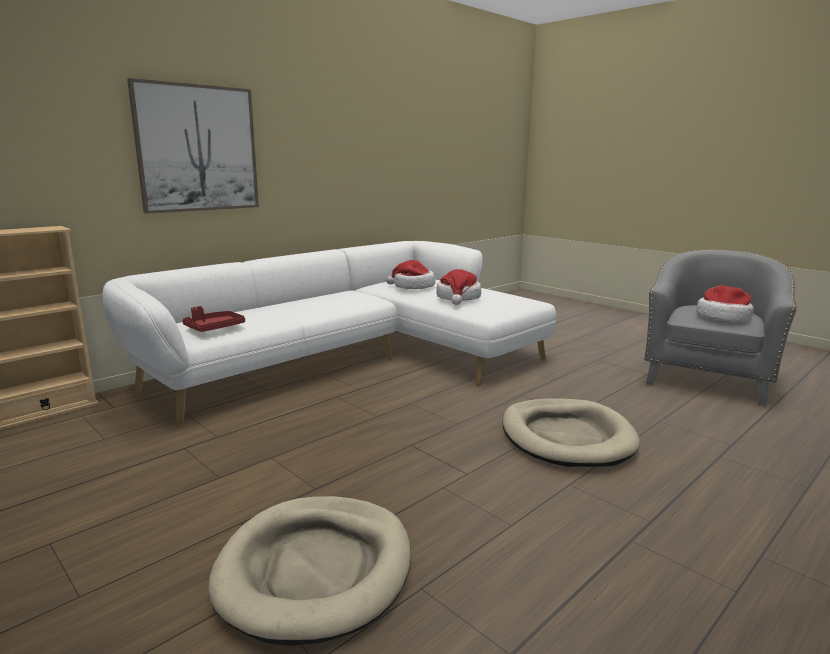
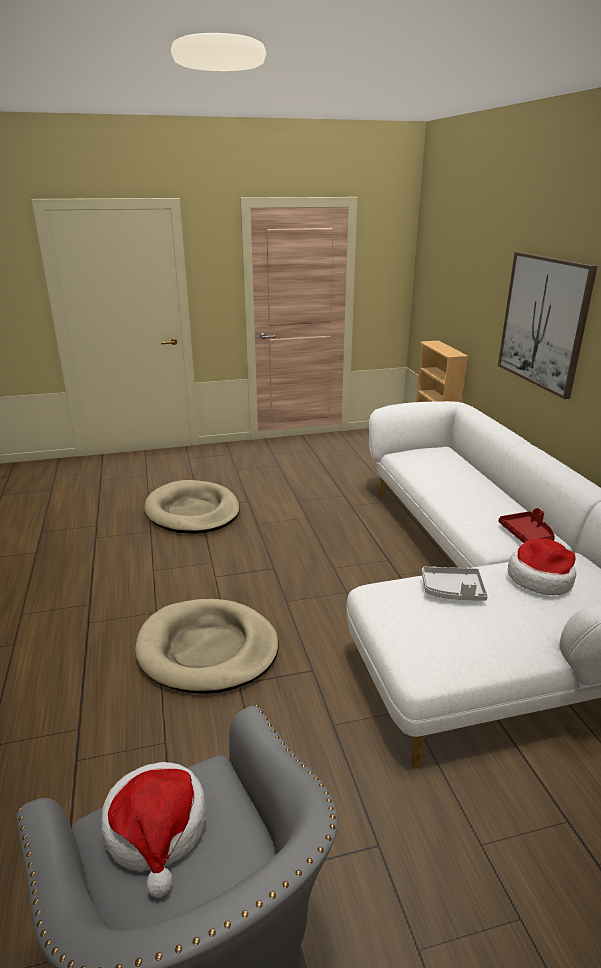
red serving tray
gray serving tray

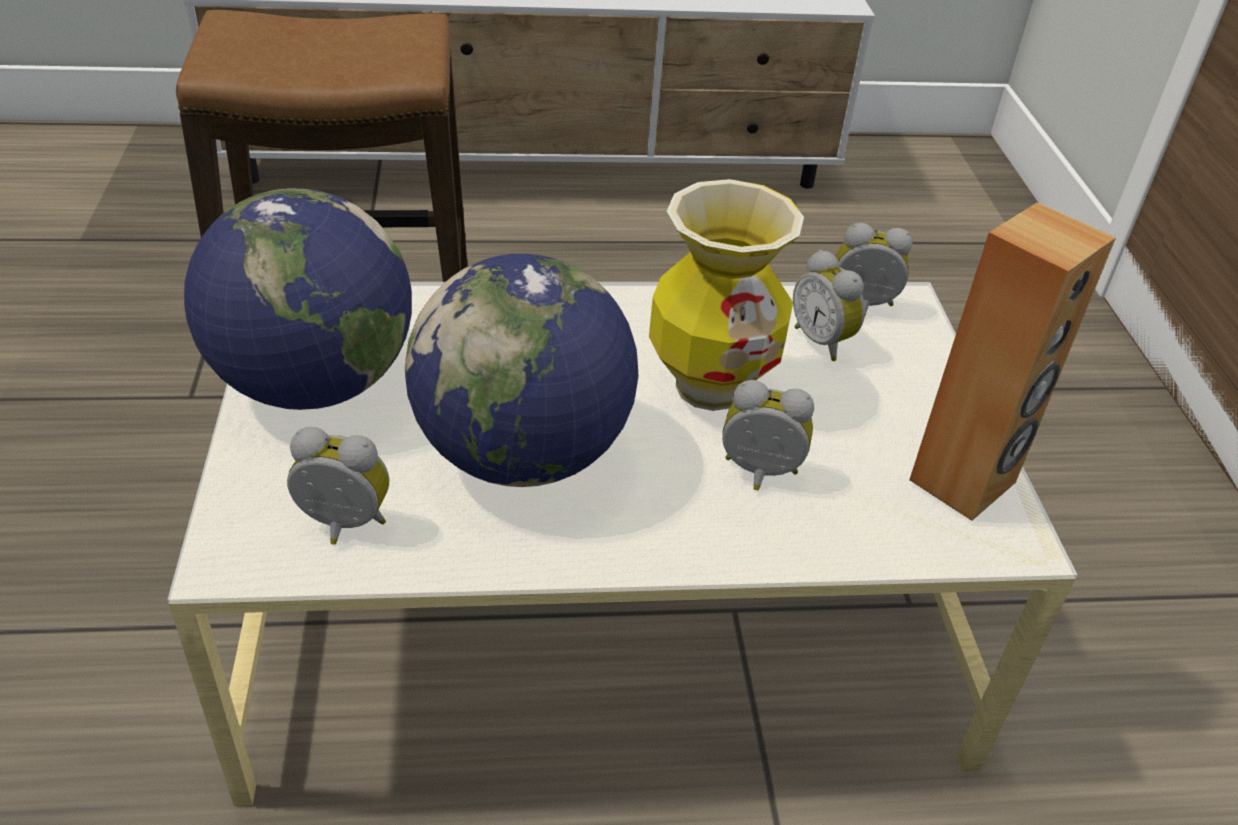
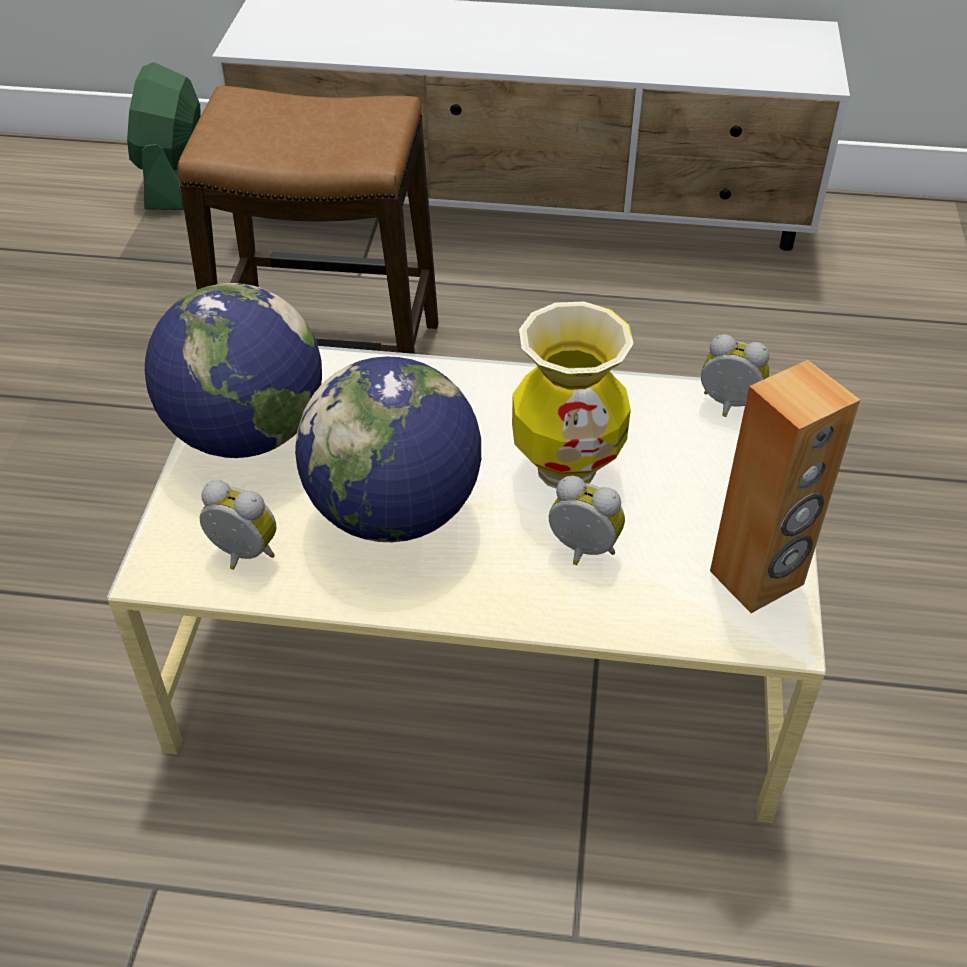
bedside clock (no. 3 from left in the first image)
green-coloured cooling fan

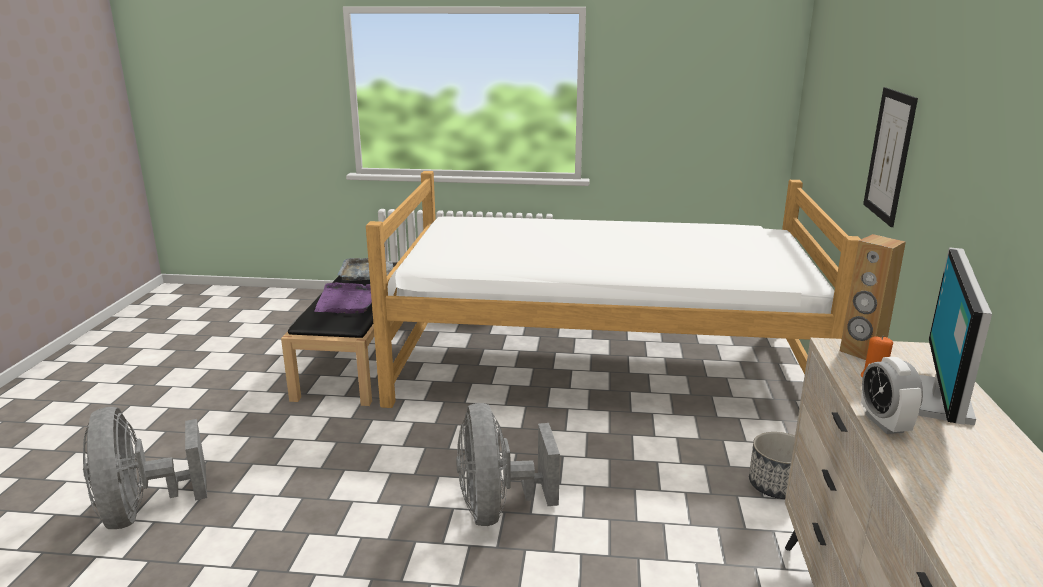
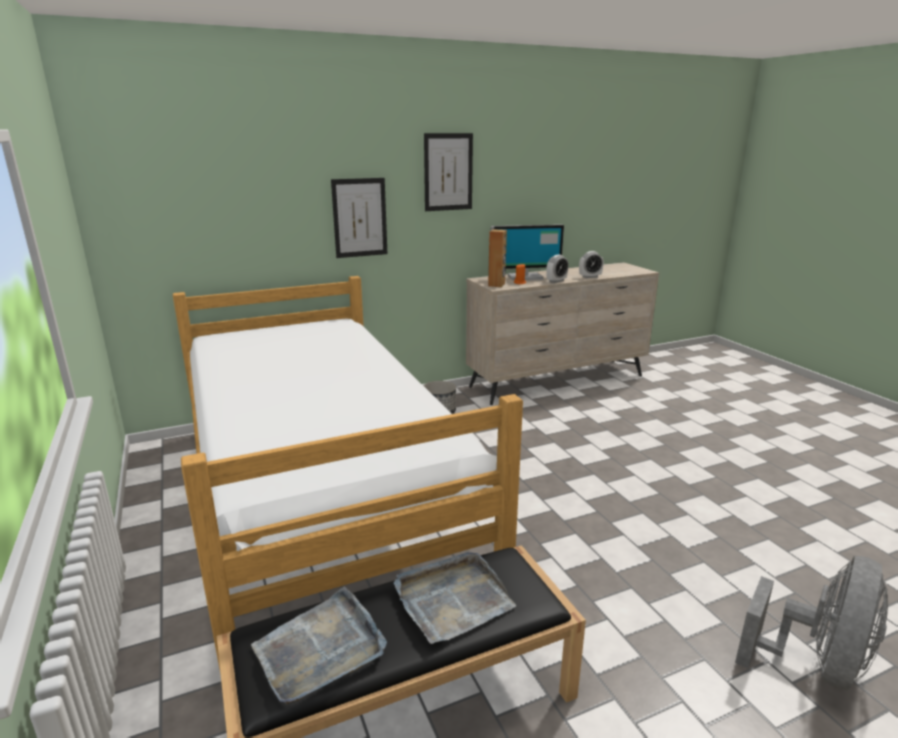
gray serving tray (no. 2 from left)
gray cooling fan (no. 2 from left in the first image)
picture (no. 2 from left)
bedside clock (no. 2 from left)

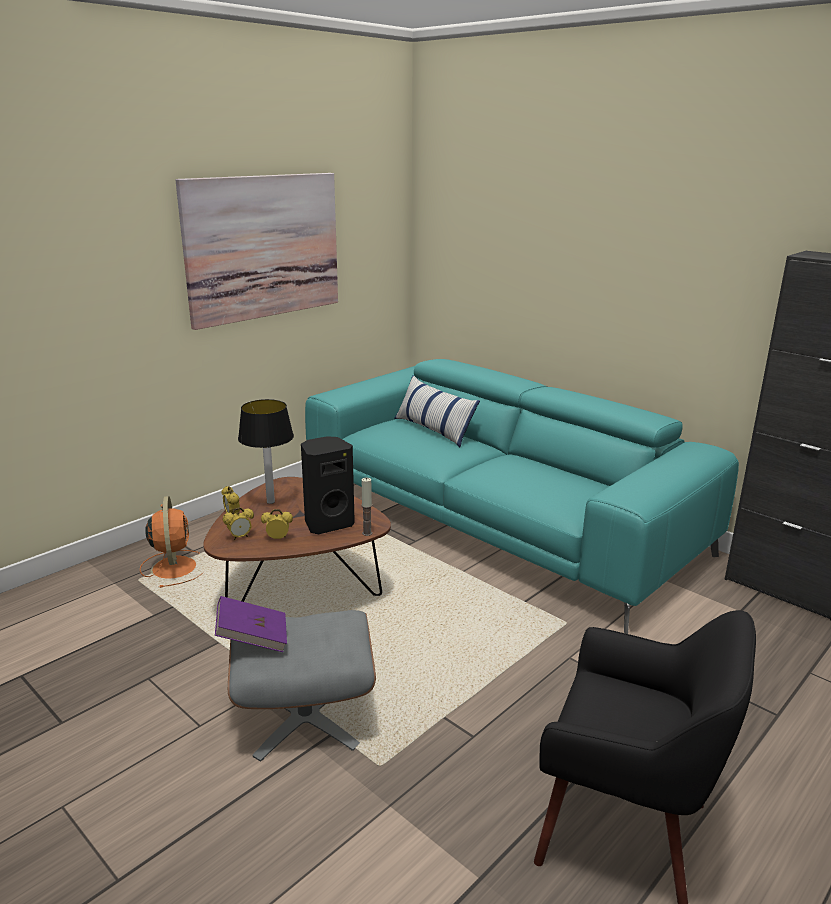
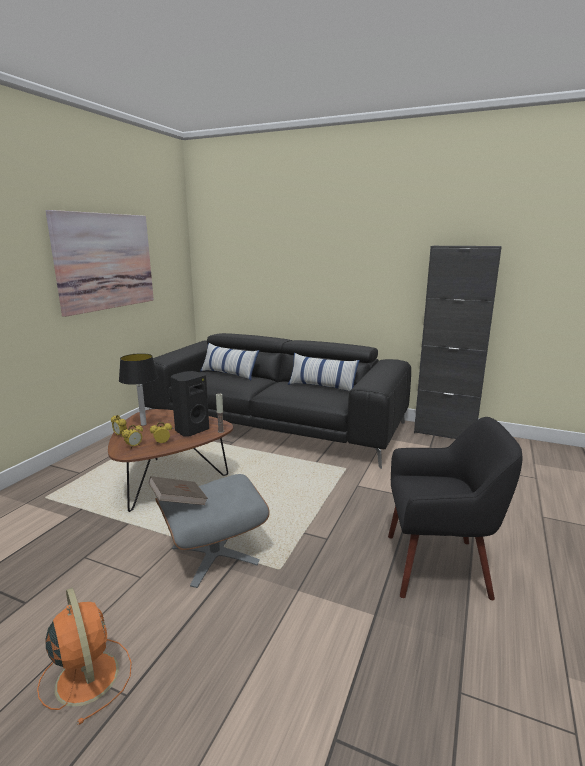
orange cooling fan
brownish volume
black-coloured settee
cushion (no. 2 from left)

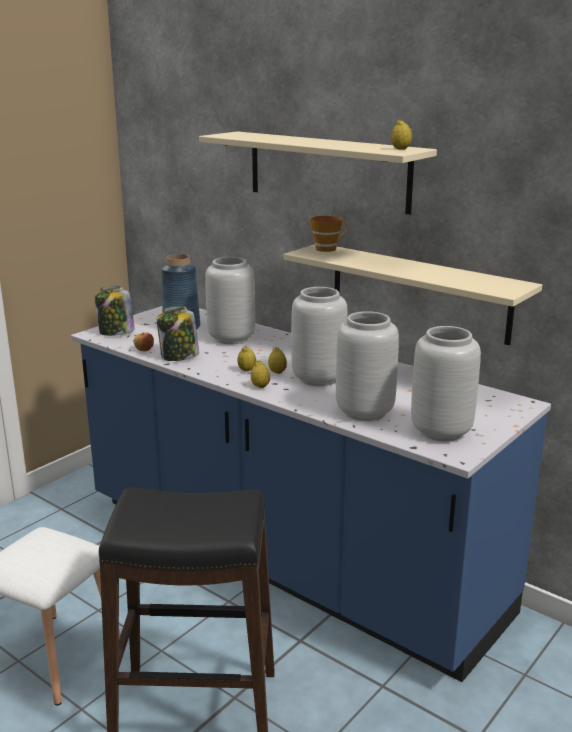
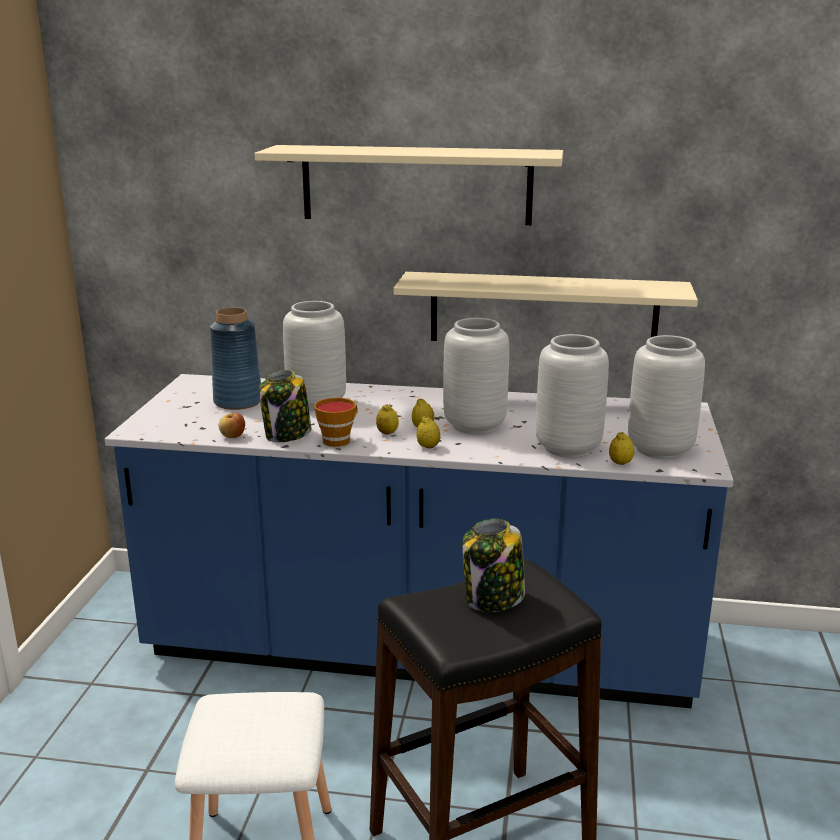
preserve jar (no. 2 from left)
drinking cup
lemon (no. 4 from left)

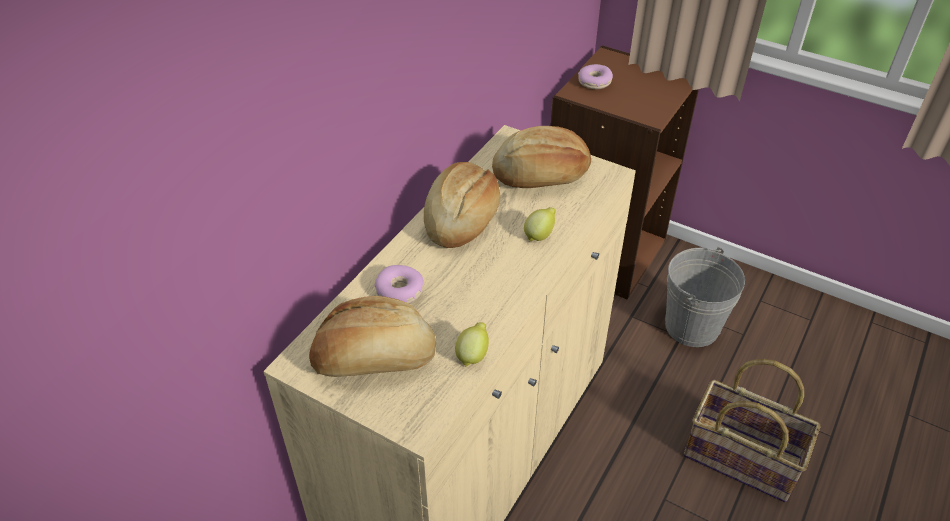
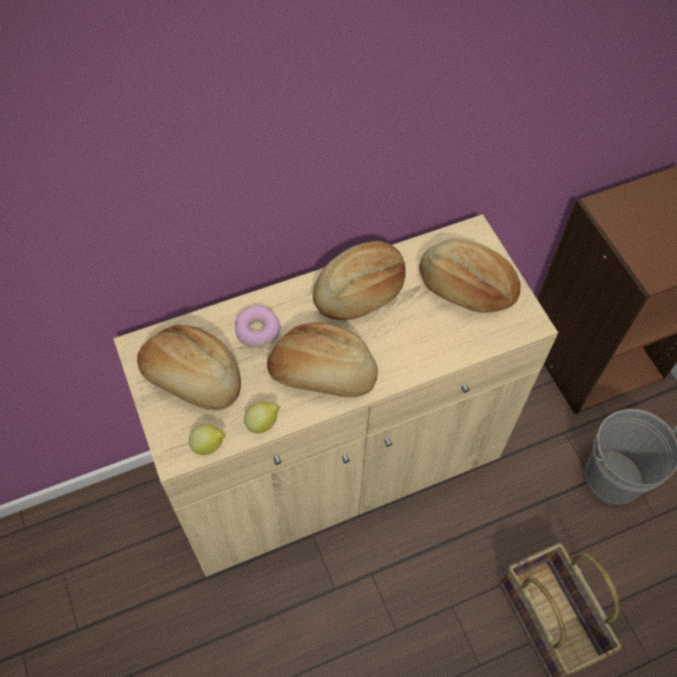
lemon (no. 1 from left)
doughnut (no. 2 from left in the first image)
baked bread (no. 2 from left)

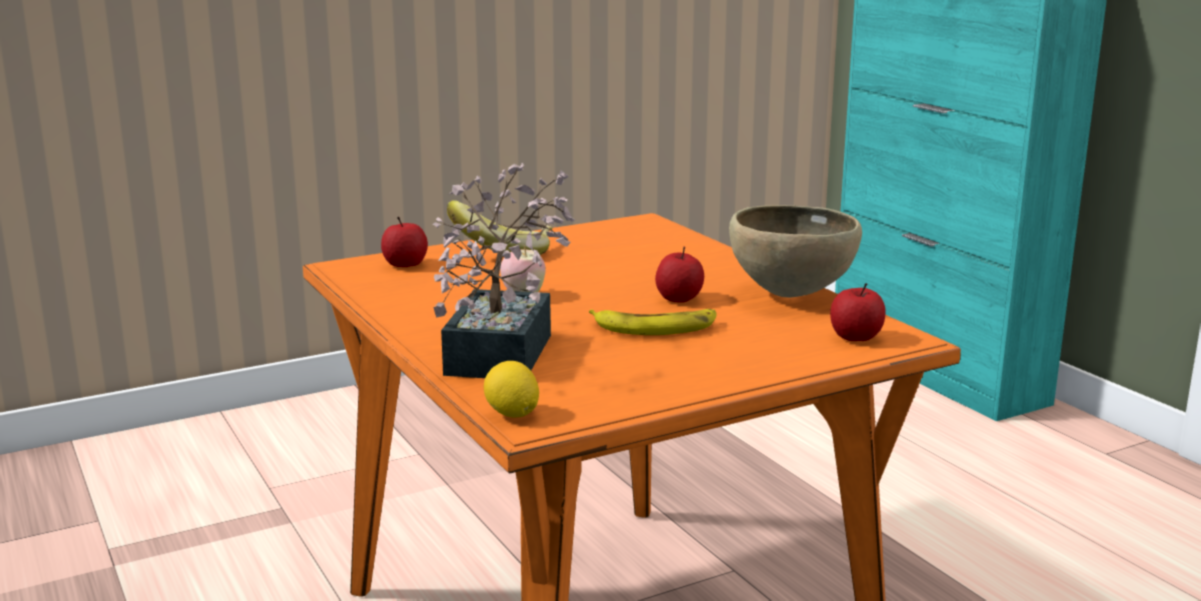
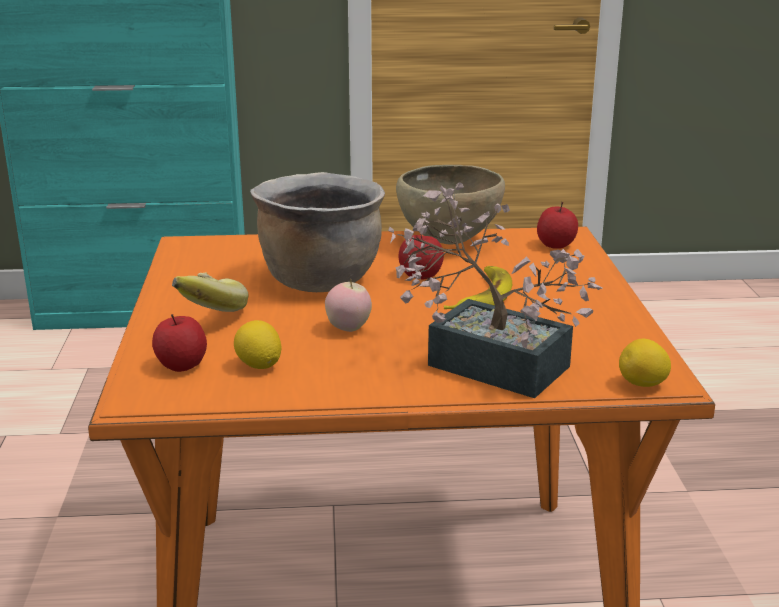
lemon (no. 1 from left)
brownish saucepot

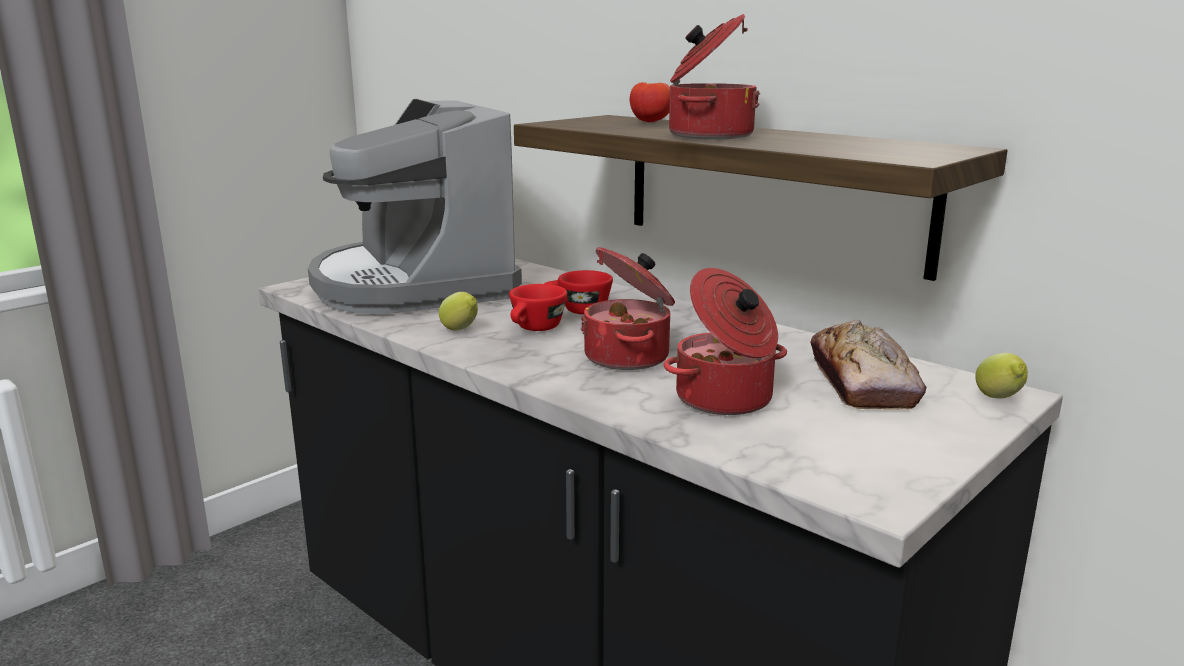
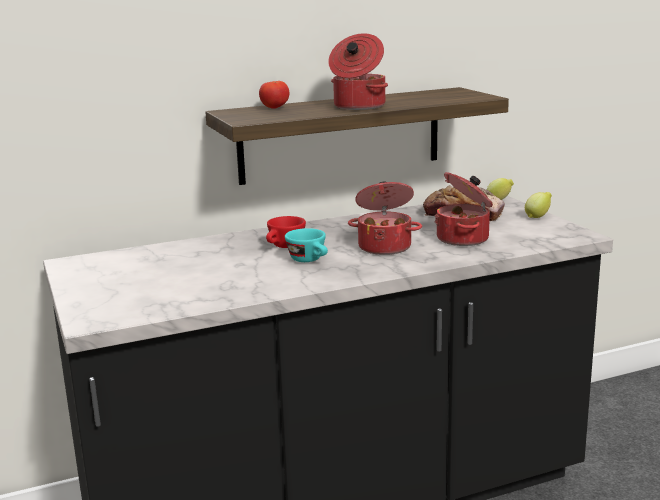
coffee machine
lemon (no. 2 from left)
blue-green drinking cup

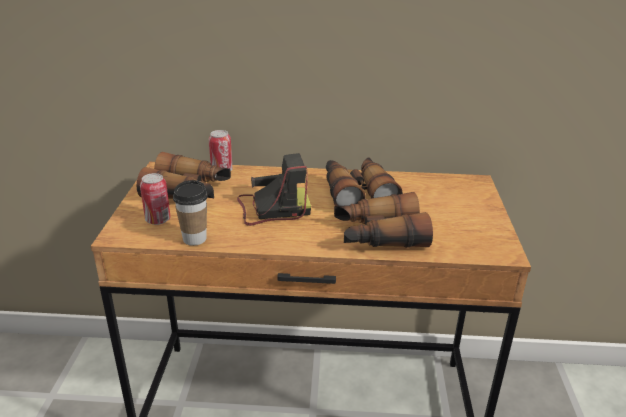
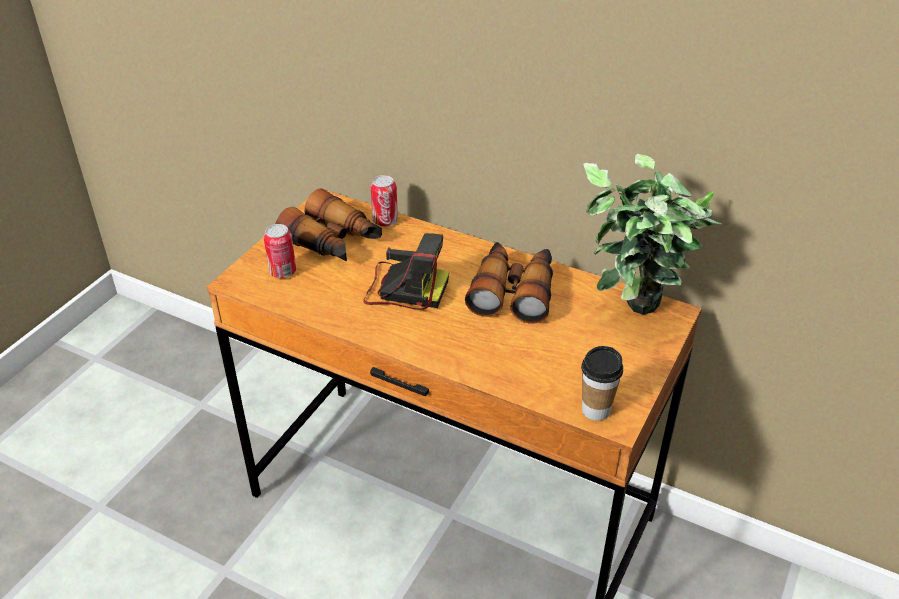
drinking cup
field glasses (no. 3 from left in the first image)
plant in a pot

